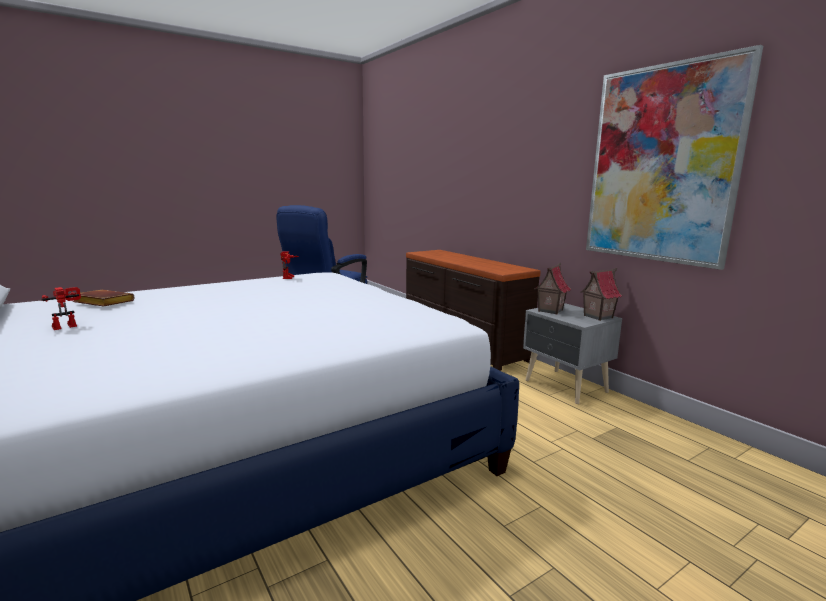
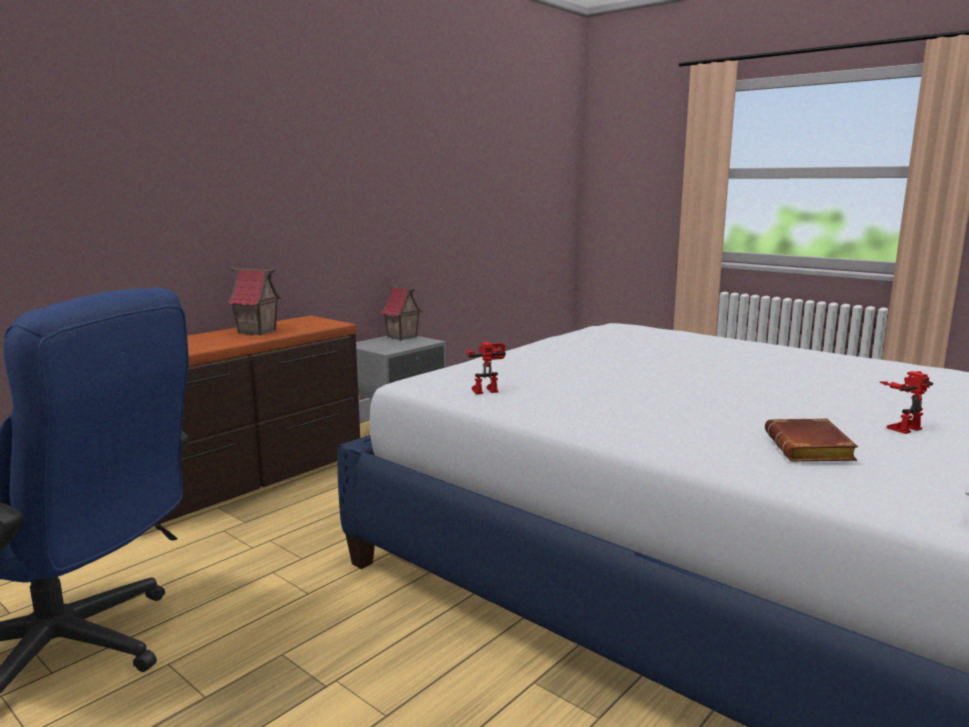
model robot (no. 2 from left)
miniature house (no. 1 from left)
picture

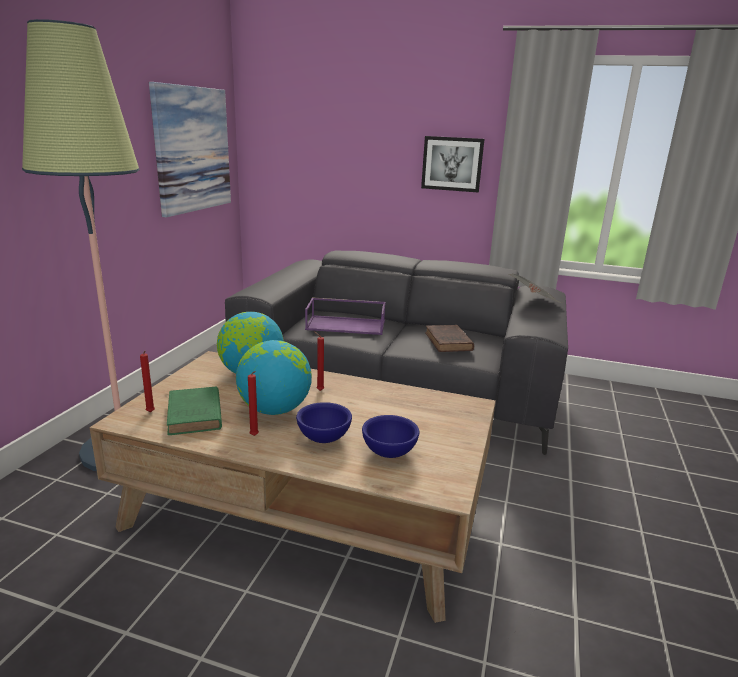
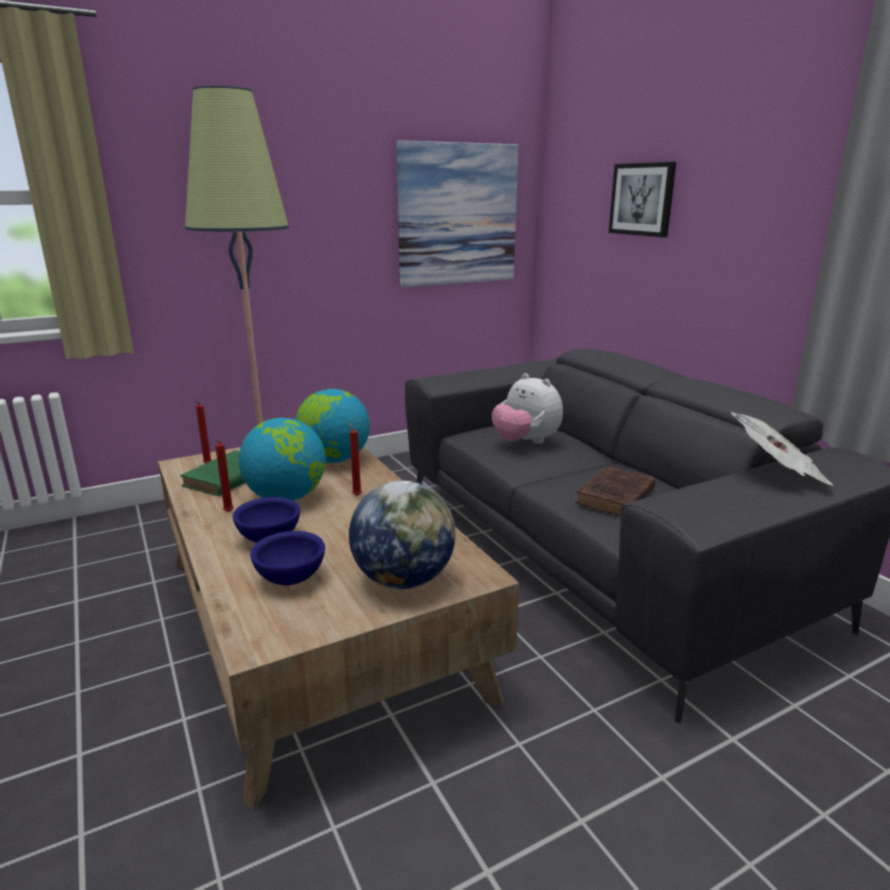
soft toy
picture (no. 2 from left)
globe (no. 3 from left)

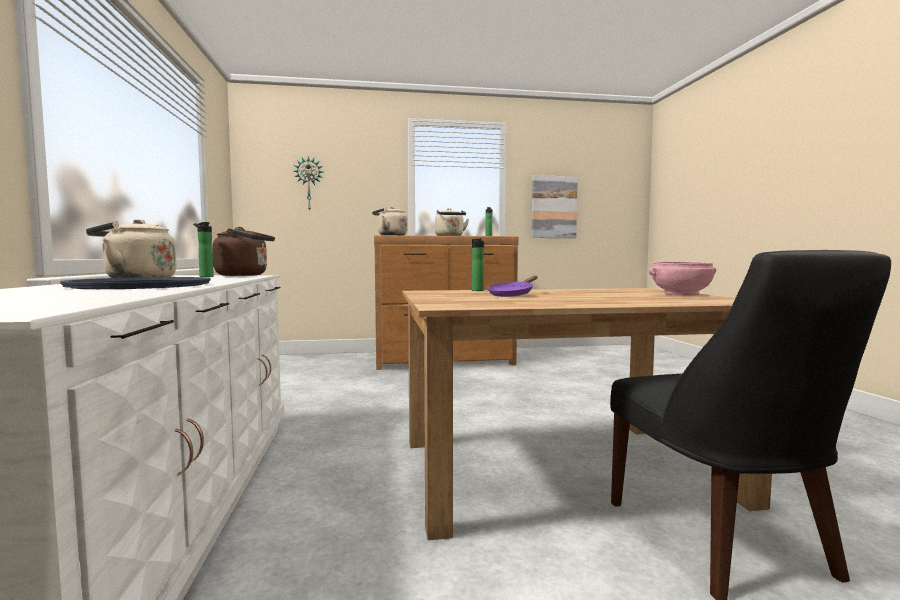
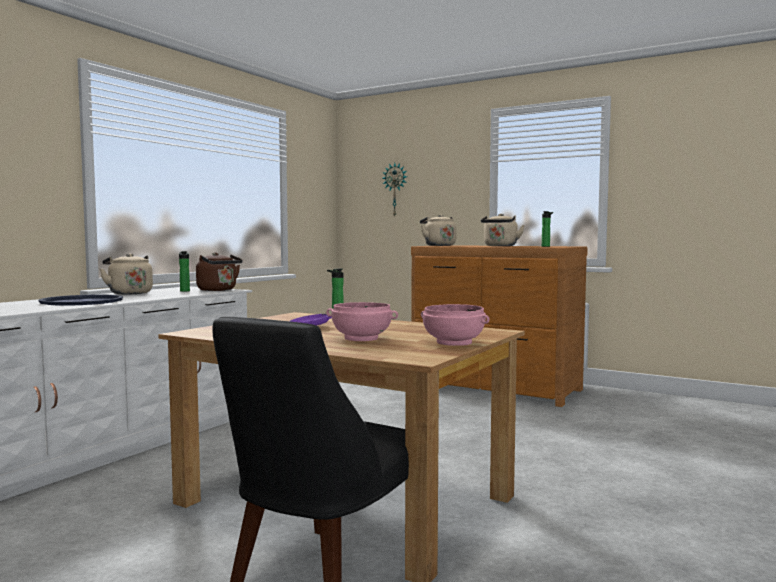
picture
pink deep dish (no. 1 from left)

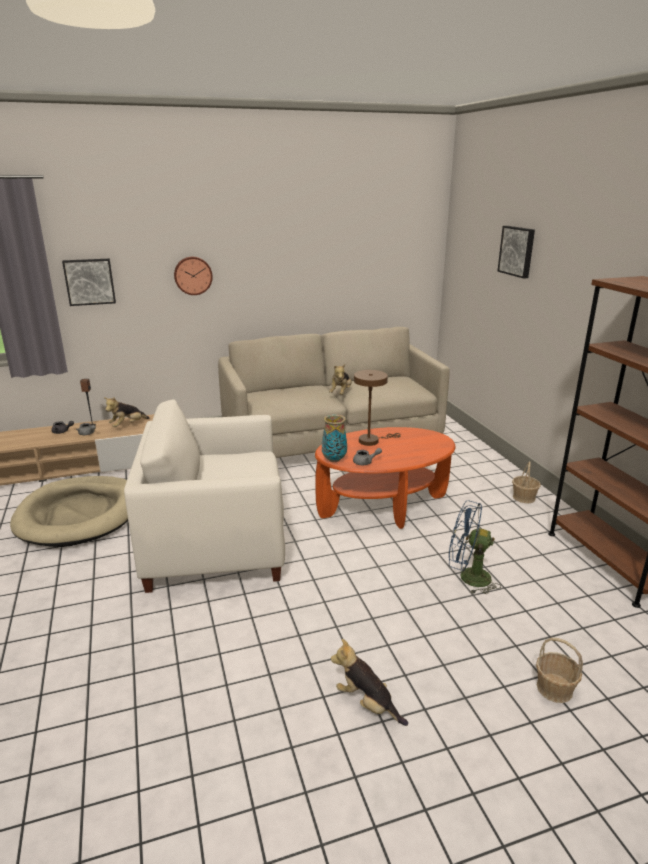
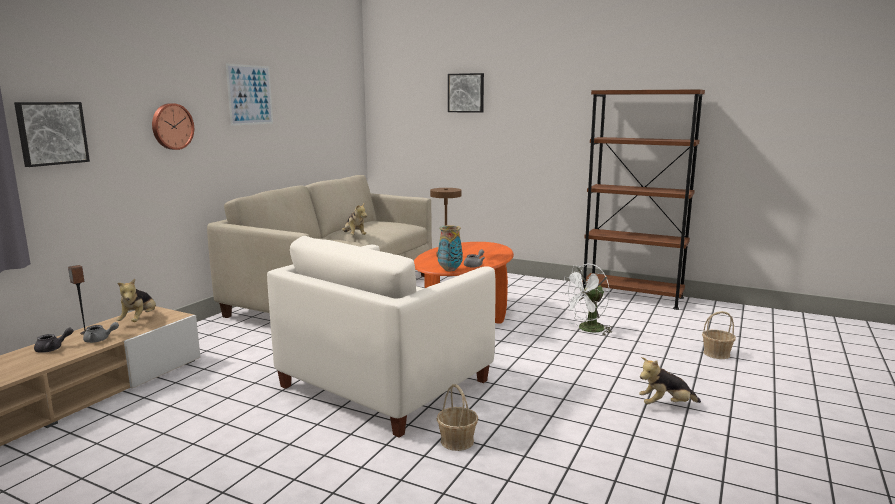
beige-coloured dog bed
whitish cooling fan
household basket (no. 1 from left)
picture (no. 2 from left)

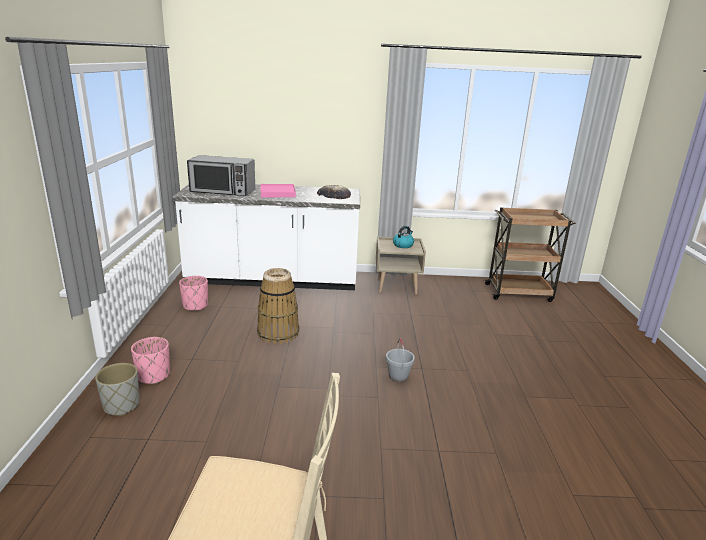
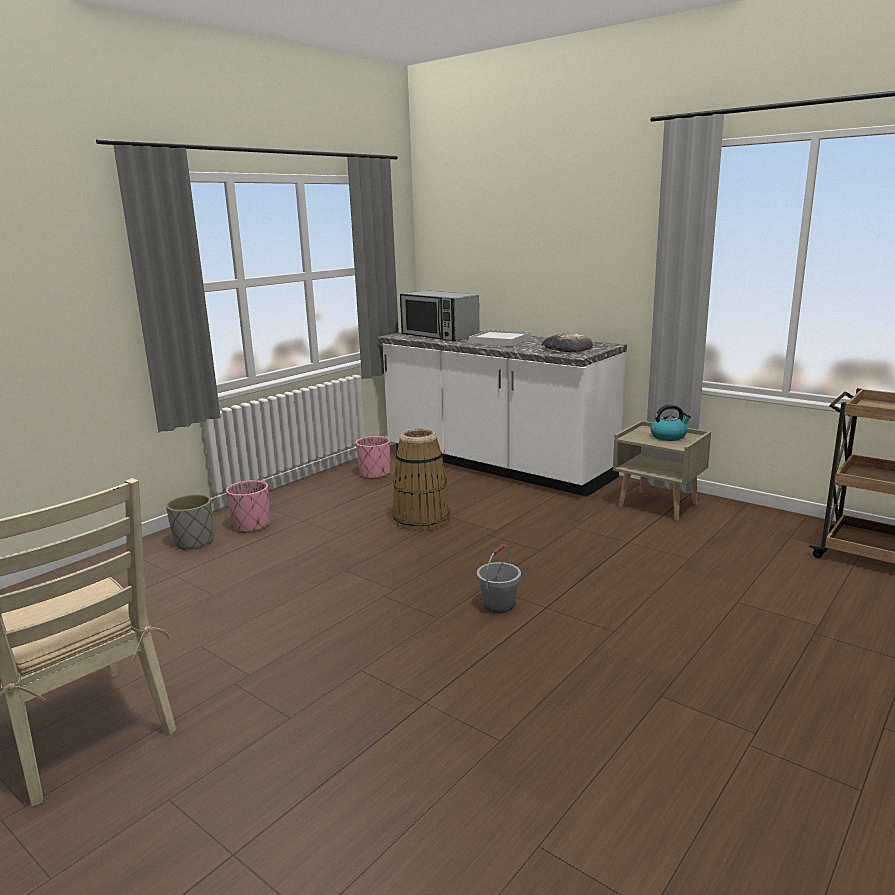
whitish serving tray

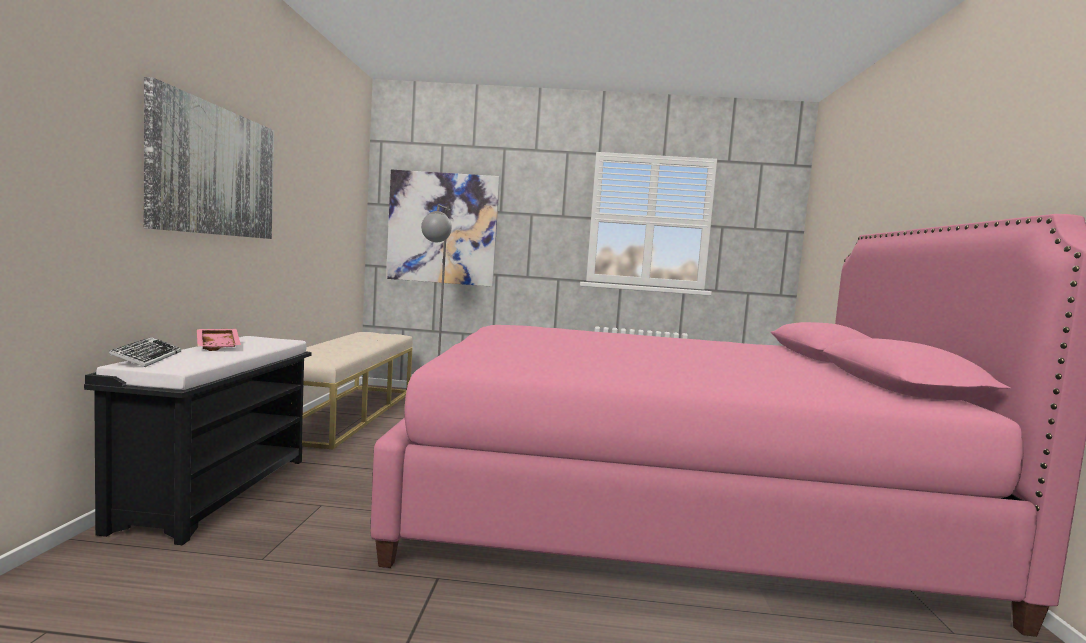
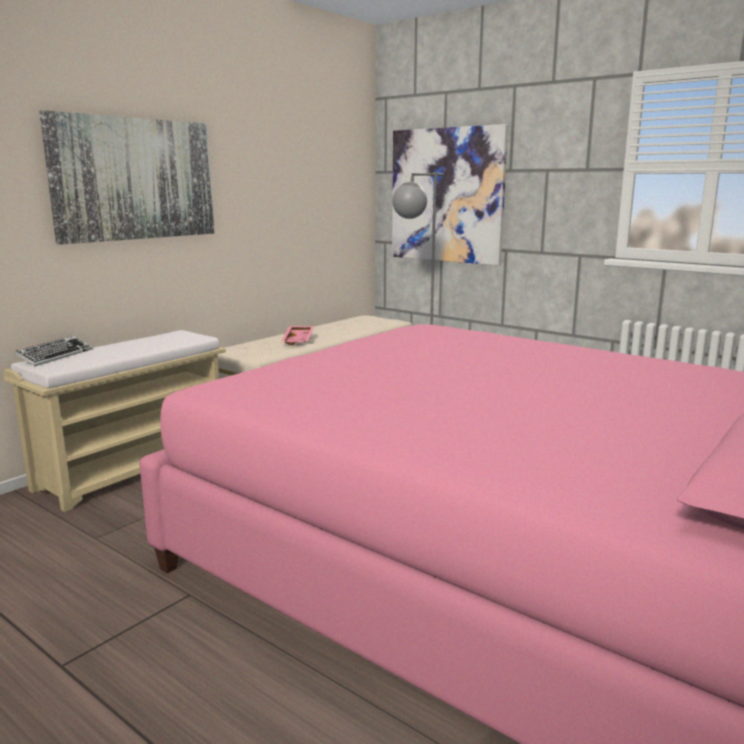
beige-coloured indoor bench (no. 1 from left)
pink serving tray

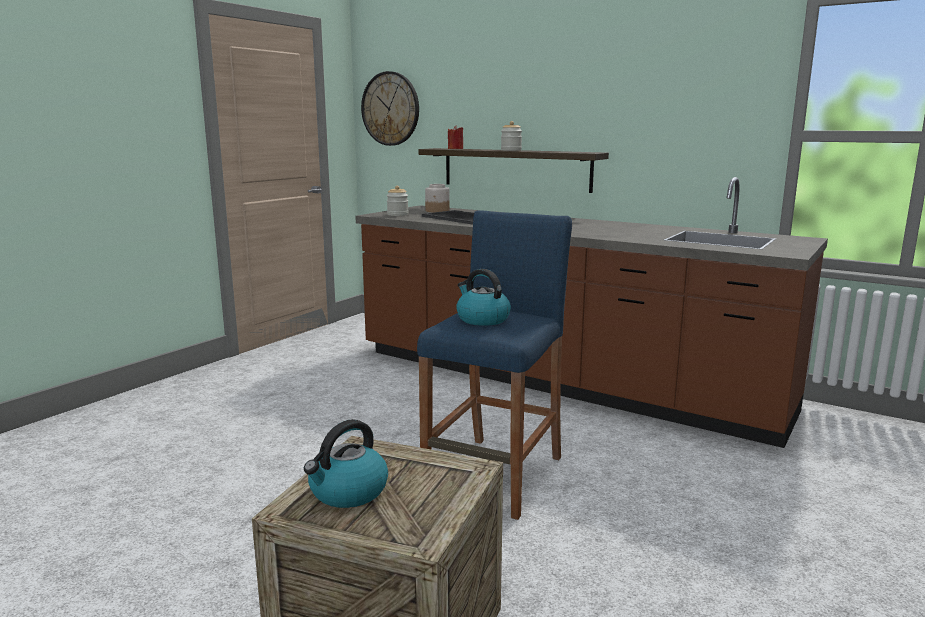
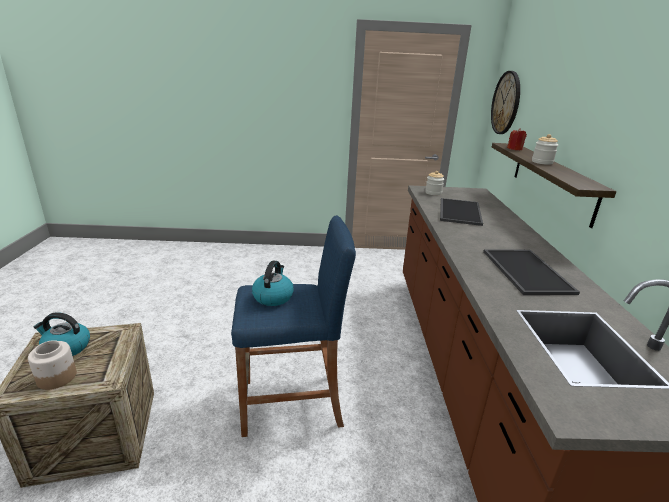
preserve jar (no. 1 from left)
serving tray (no. 2 from left)

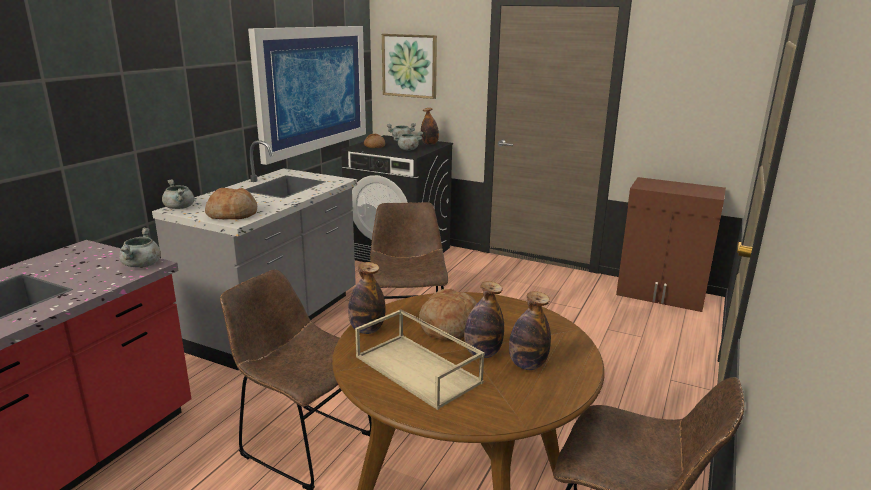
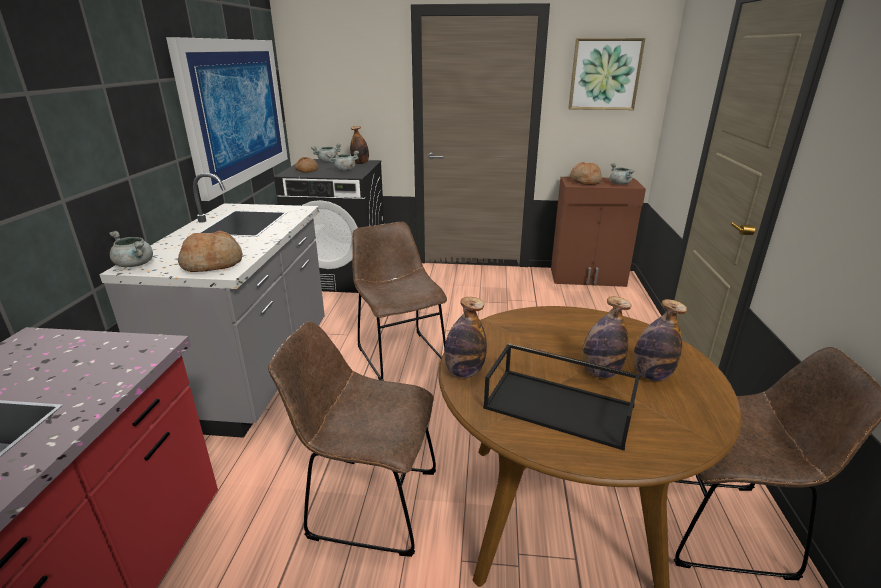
gray saucepot (no. 4 from left)
black-coloured serving tray
picture (no. 2 from left)
baked bread (no. 3 from left)

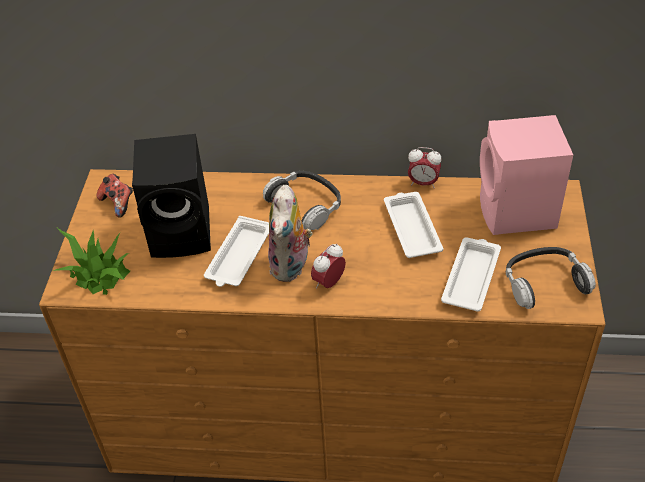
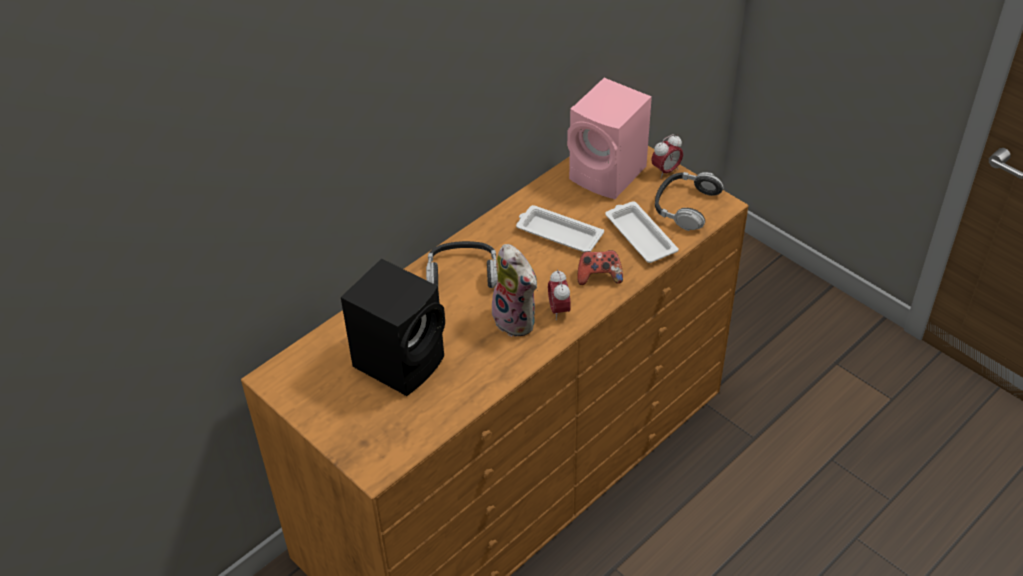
plant in a pot
joypad
whitish serving tray (no. 1 from left in the first image)
bedside clock (no. 2 from left)

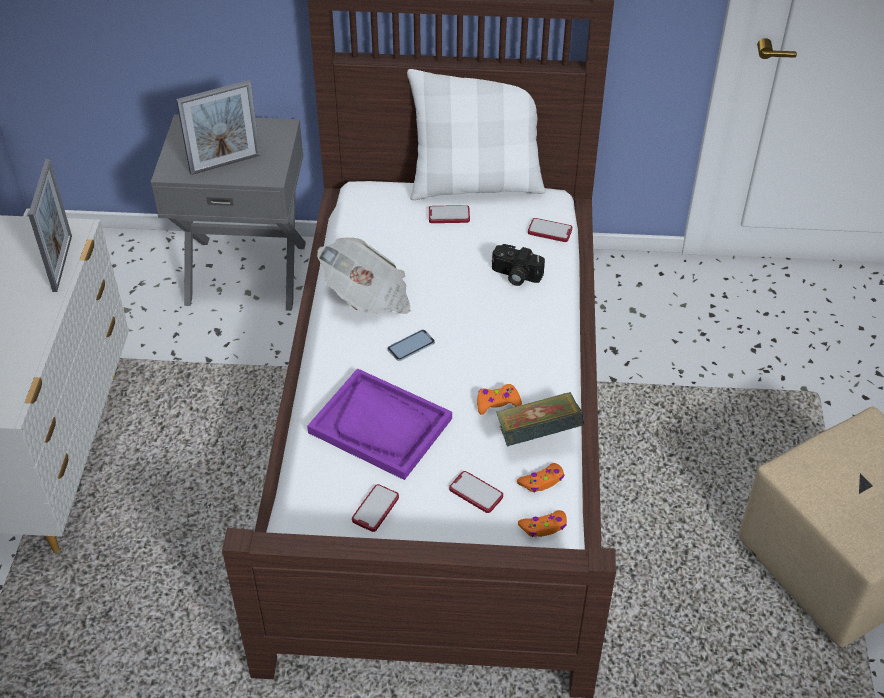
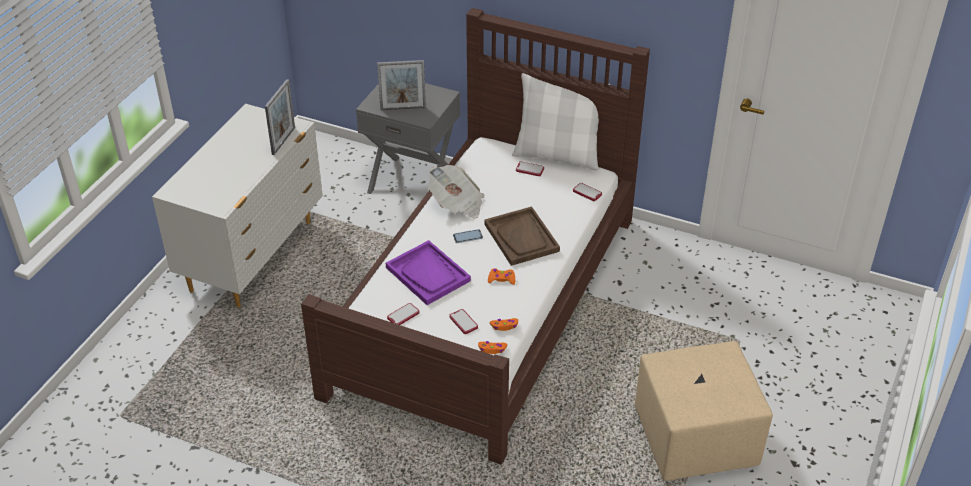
photo camera
volume
brownish serving tray

